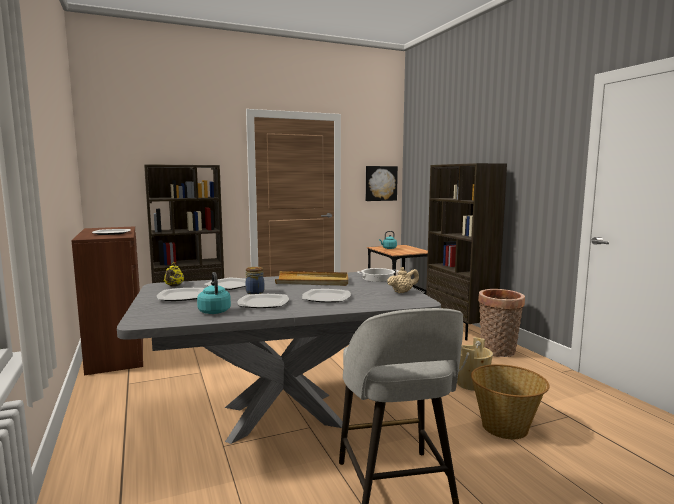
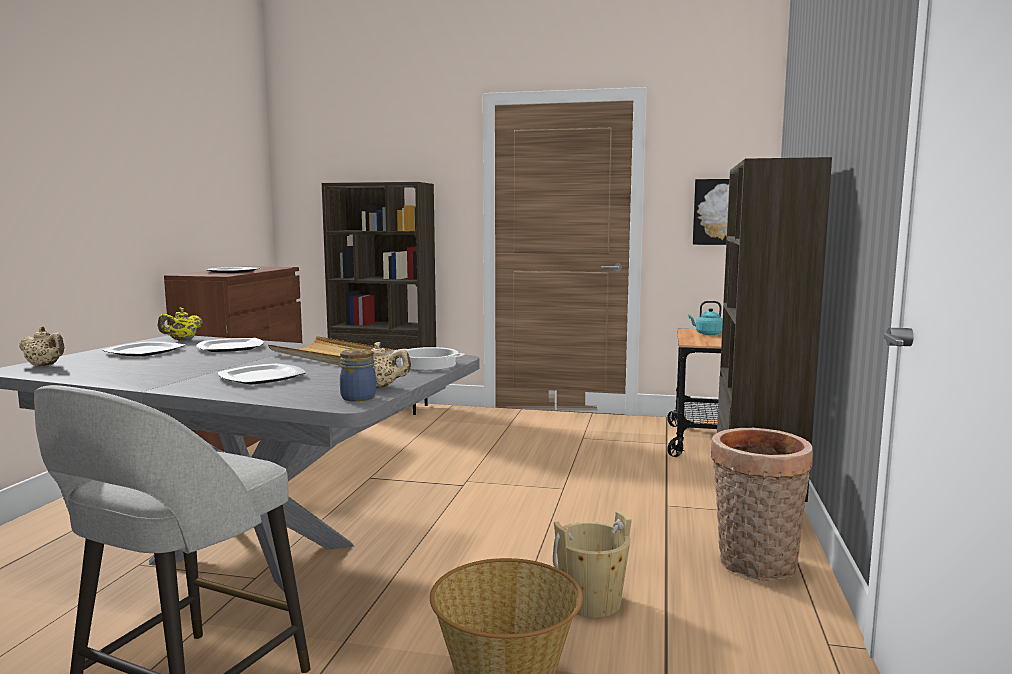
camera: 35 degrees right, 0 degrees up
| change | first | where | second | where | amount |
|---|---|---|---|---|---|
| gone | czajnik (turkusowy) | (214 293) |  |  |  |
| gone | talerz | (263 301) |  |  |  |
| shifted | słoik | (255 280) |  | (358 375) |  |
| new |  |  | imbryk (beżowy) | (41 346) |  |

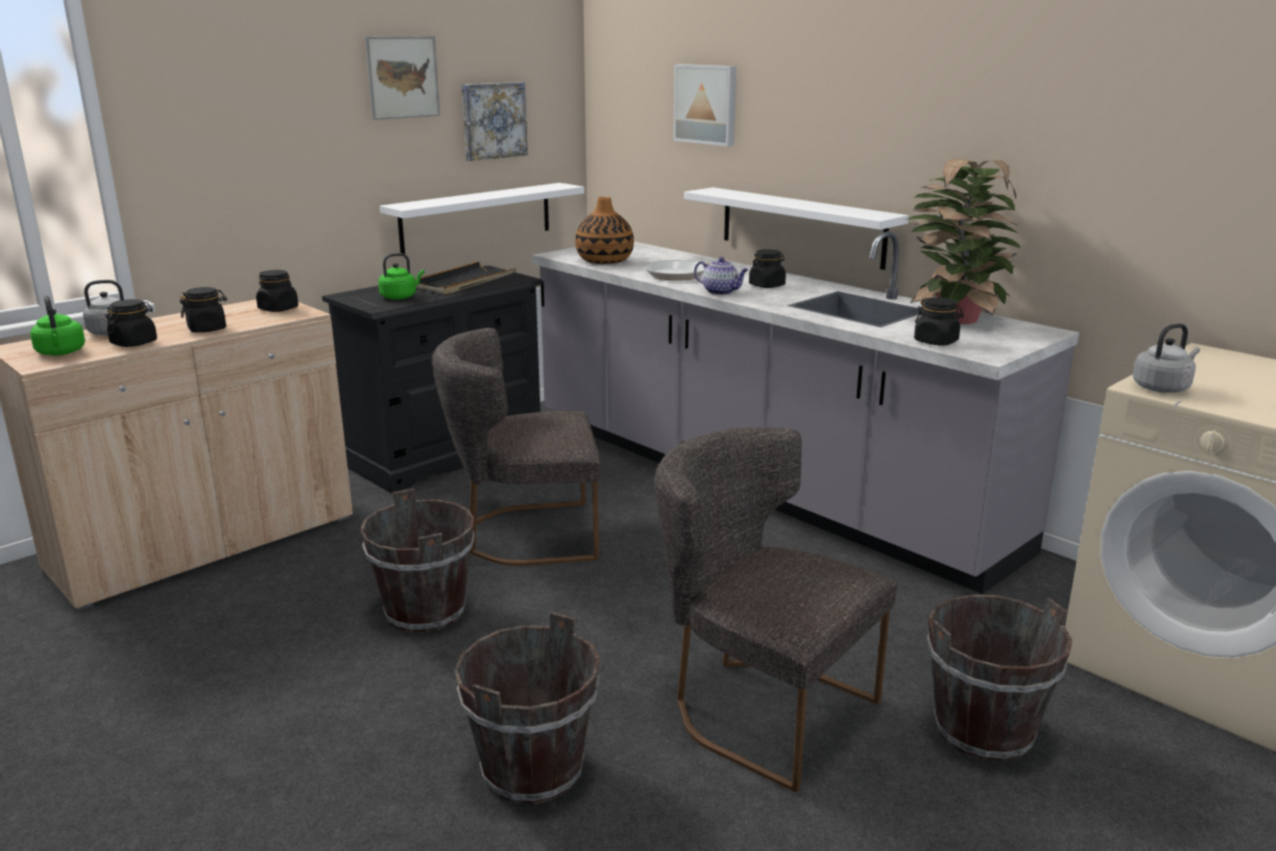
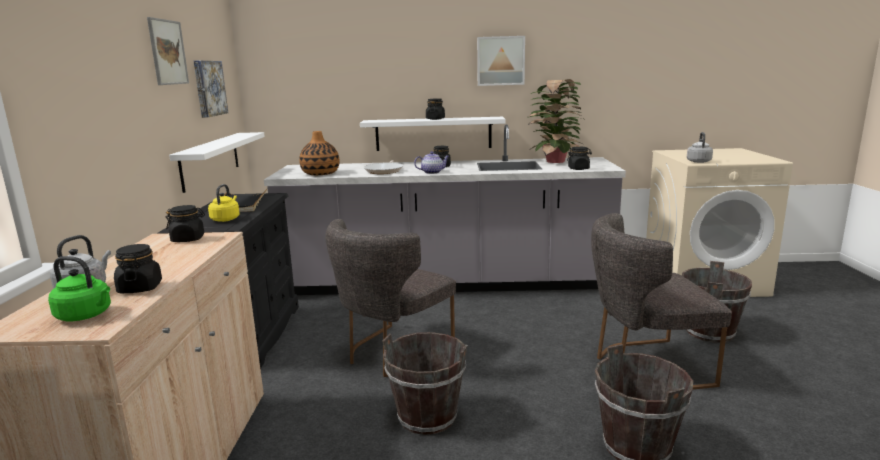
camera: 45 degrees left, 5 degrees down
| change | first | where | second | where | amount |
|---|---|---|---|---|---|
| shifted | słoik (czarny) | (203 309) |  | (435 109) |  |
| repainted | czajnik (zielony) | (401 276) | czajnik (żółty) | (224 203) |  |
| shifted | obraz | (705 105) |  | (501 61) |  |

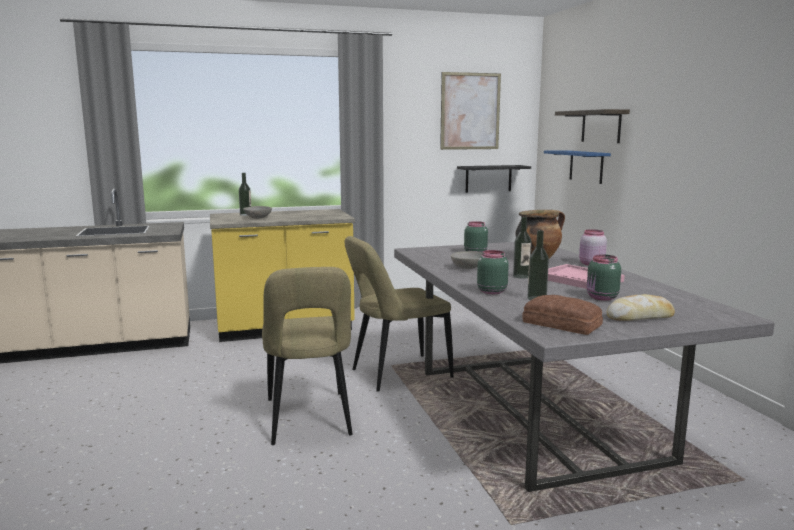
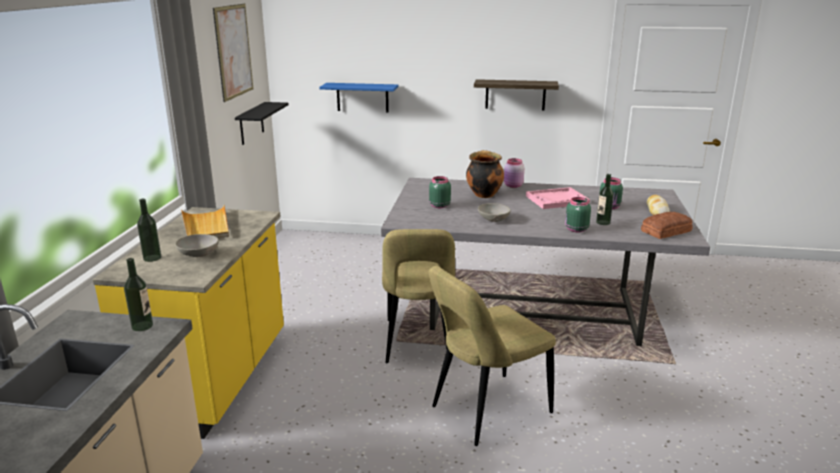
camera: 65 degrees left, 10 degrees up
| change | first | where | second | where | amount |
|---|---|---|---|---|---|
| rotated | krzesło (beżowy) | (307 356) |  | (492 355) | 135 degrees clockwise |
| shifted | butelka | (522 248) |  | (138 294) |  |
| shifted | półka | (592 126) |  | (516 94) |  |
| new |  |  | taca (beżowy) | (205 221) |  |

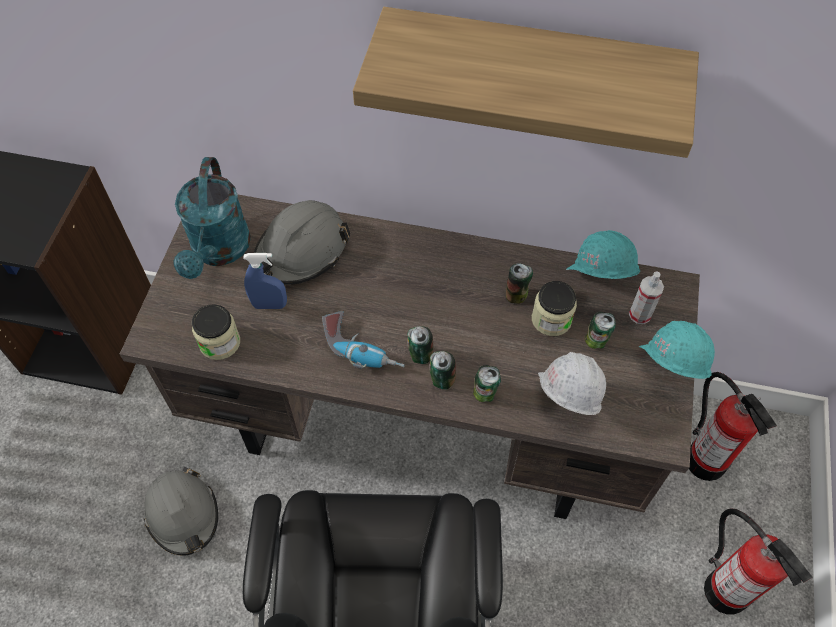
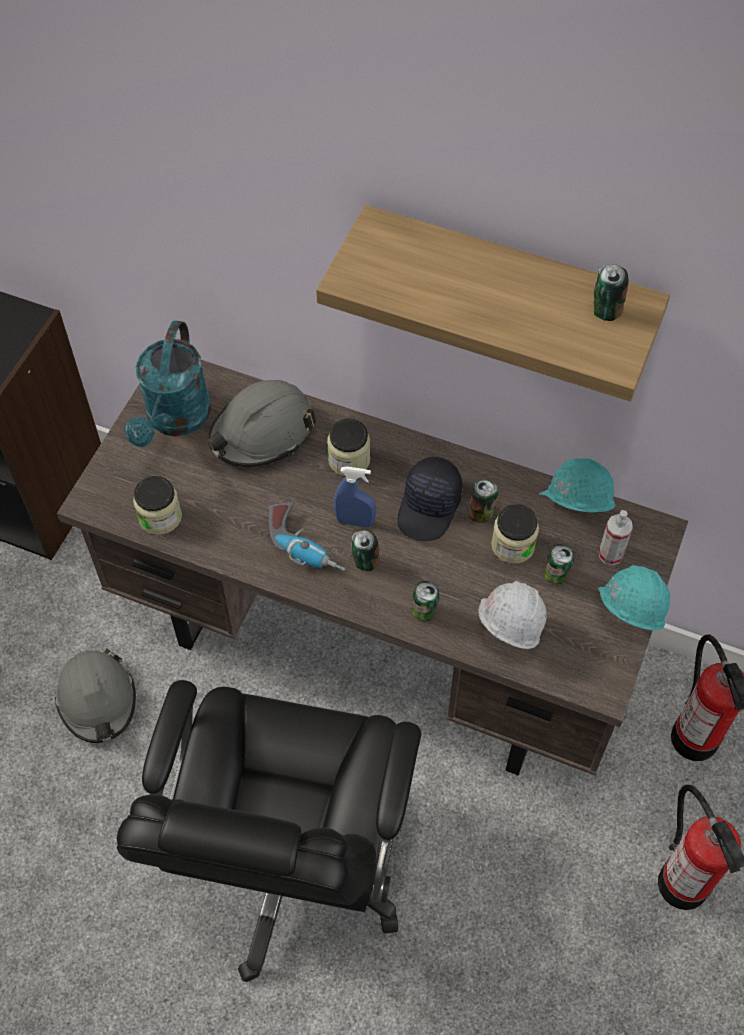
camera: 10 degrees right, 0 degrees up
| change | first | where | second | where | amount |
|---|---|---|---|---|---|
| shifted | spryskiwacz (niebieski) | (265 281) |  | (355 497) |  |
| shifted | puszka | (442 370) |  | (611 292) |  |
| new |  |  | słoik | (348 447) |  |
| new |  |  | czapka z daszkiem (czarny) | (430 499) |  |

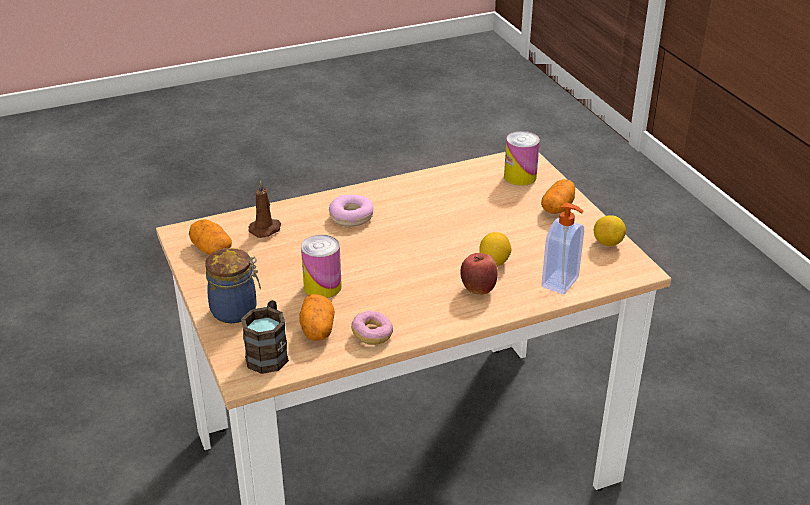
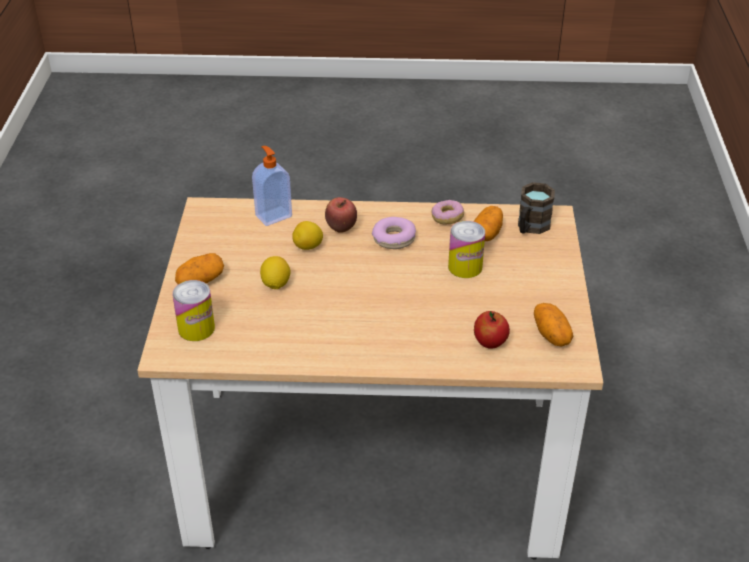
camera: 155 degrees left, 5 degrees up
| change | first | where | second | where | amount |
|---|---|---|---|---|---|
| gone | słoik | (233 285) |  |  |  |
| swapped | świeca (brązowy) | (264 209) | jabłko | (492 330) |  |
| shifted | donut | (351 211) |  | (394 233) |  |
| shifted | cytryna | (610 230) |  | (275 272) |  |

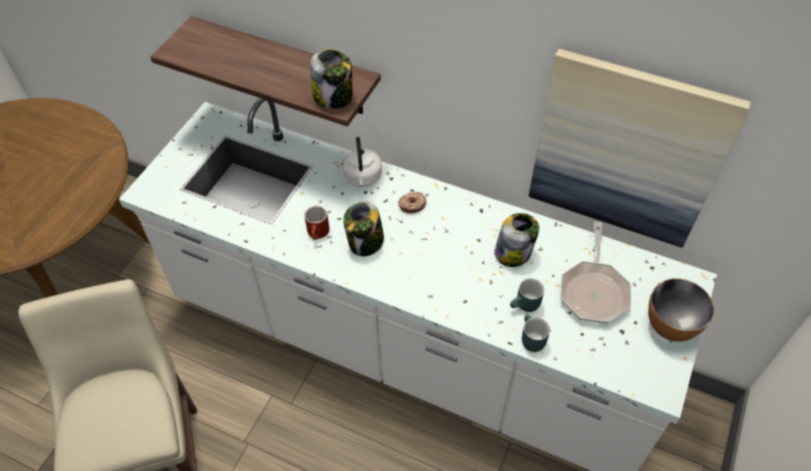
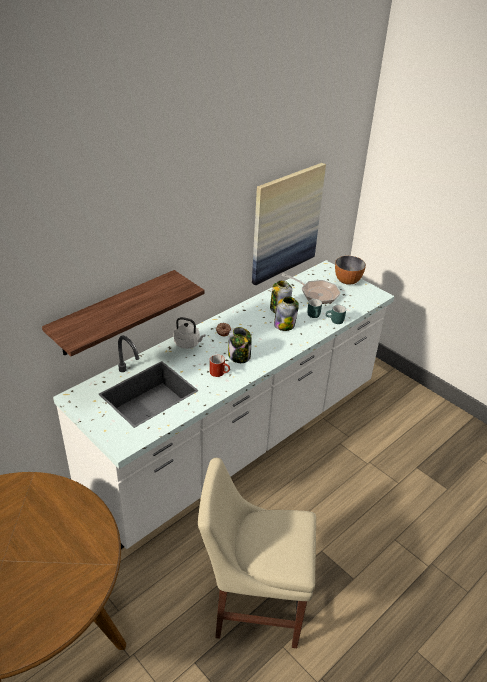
camera: 70 degrees left, 15 degrees down
| change | first | where | second | where | amount |
|---|---|---|---|---|---|
| shifted | słoik | (331 79) |  | (286 314) |  |

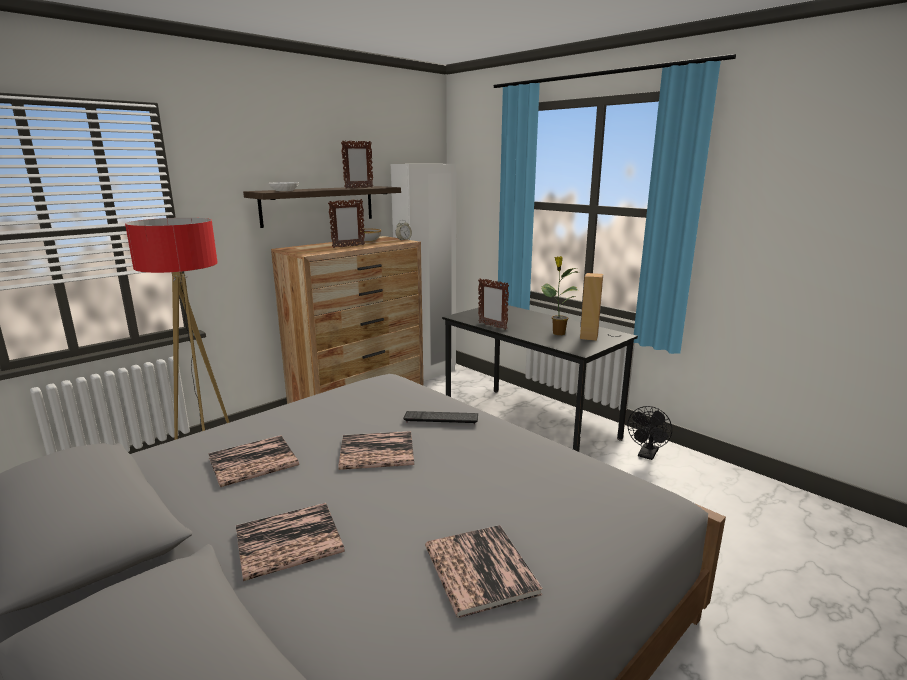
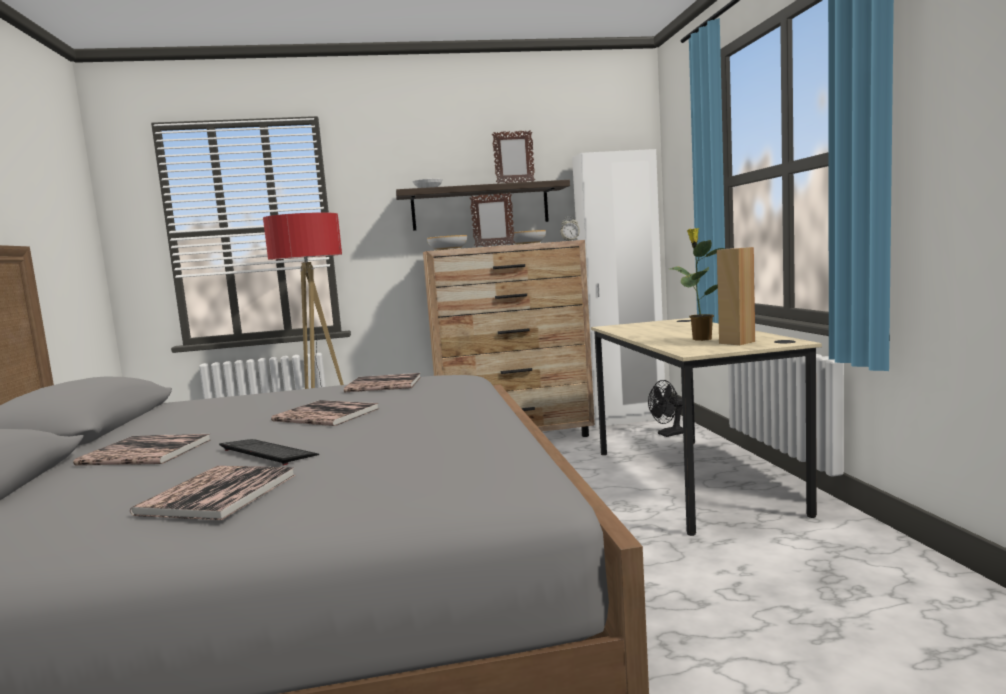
camera: 35 degrees right, 10 degrees down
| change | first | where | second | where | amount |
|---|---|---|---|---|---|
| shifted | książka | (253 461) |  | (382 382) |  |
| shifted | klawiatura | (440 418) |  | (269 452) |  |
| repainted | biurko (czarny) | (540 378) | biurko (beżowy) | (706 427) |  |
| gone | ramka na zdjęcie | (493 304) |  |  |  |
| shifted | wentylator (czarny) | (650 433) |  | (665 408) |  |
| new |  |  | miska | (447 242) |  |

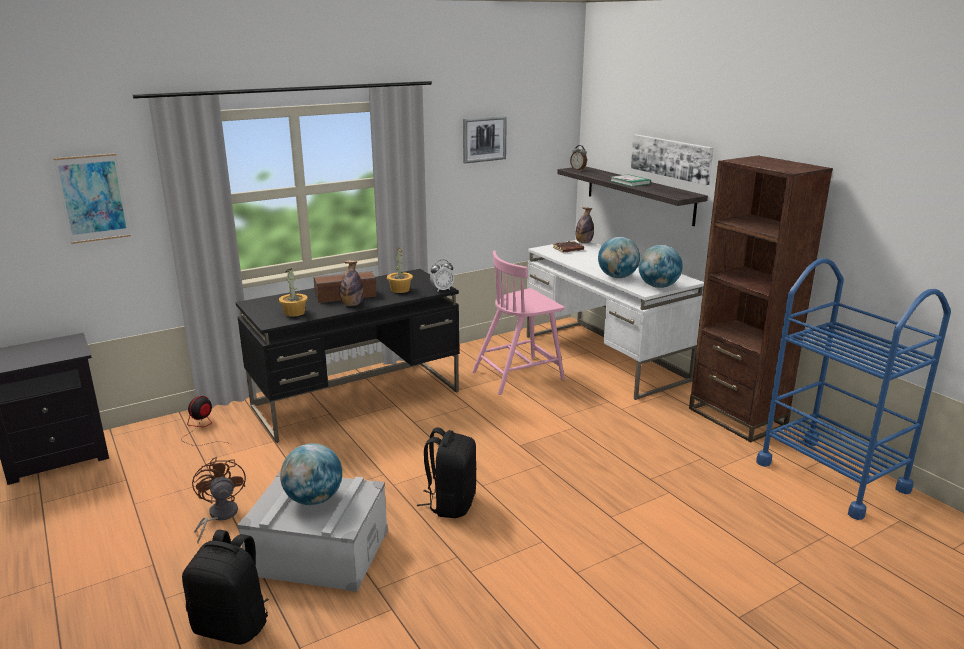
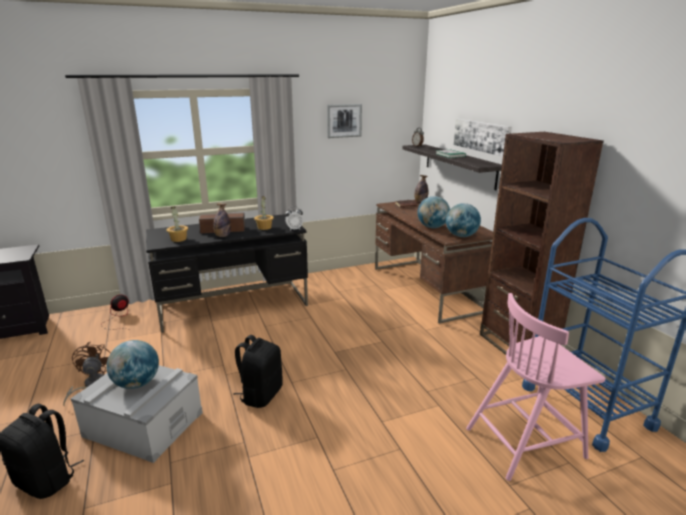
camera: 10 degrees right, 0 degrees up
| change | first | where | second | where | amount |
|---|---|---|---|---|---|
| gone | obraz | (92 198) |  |  |  |
| shifted | krzesło (różowy) | (518 322) |  | (535 387) |  |
| repainted | biurko (biały) | (615 320) | biurko (brązowy) | (434 262) |  |

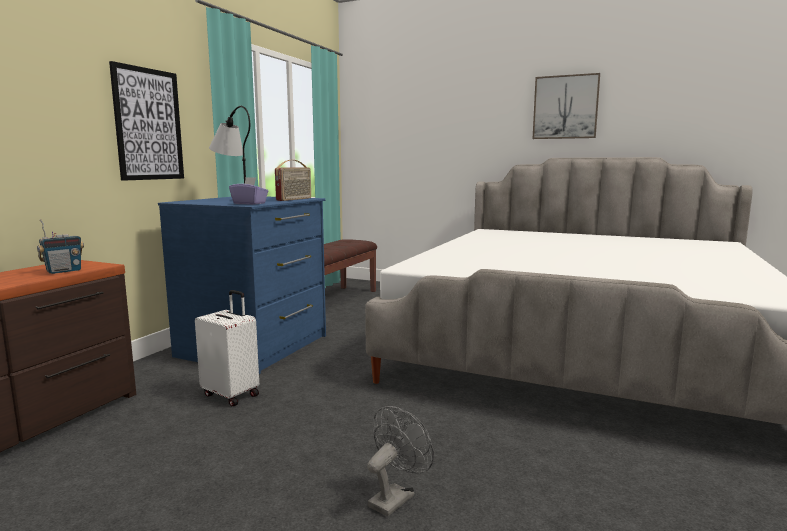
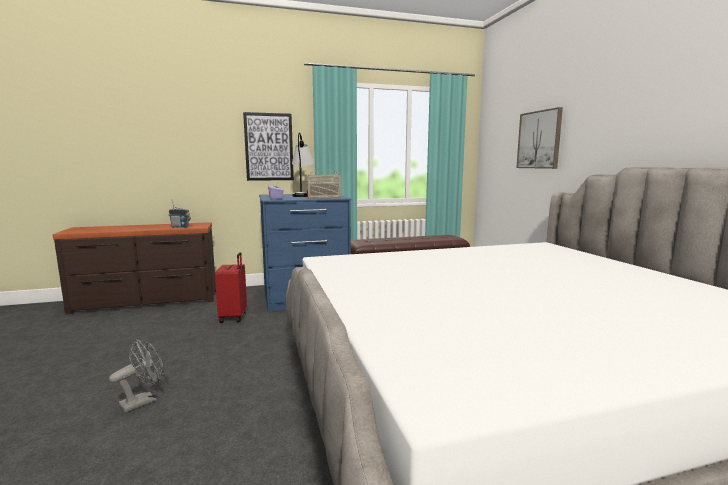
camera: 50 degrees right, 0 degrees up
| change | first | where | second | where | amount |
|---|---|---|---|---|---|
| repainted | walizka (biały) | (227 348) | walizka (czerwony) | (231 287) |  |
| rotated | wentylator (szary) | (400 461) |  | (136 376) | 45 degrees counterclockwise |
| shifted | obraz | (566 106) |  | (539 138) |  |

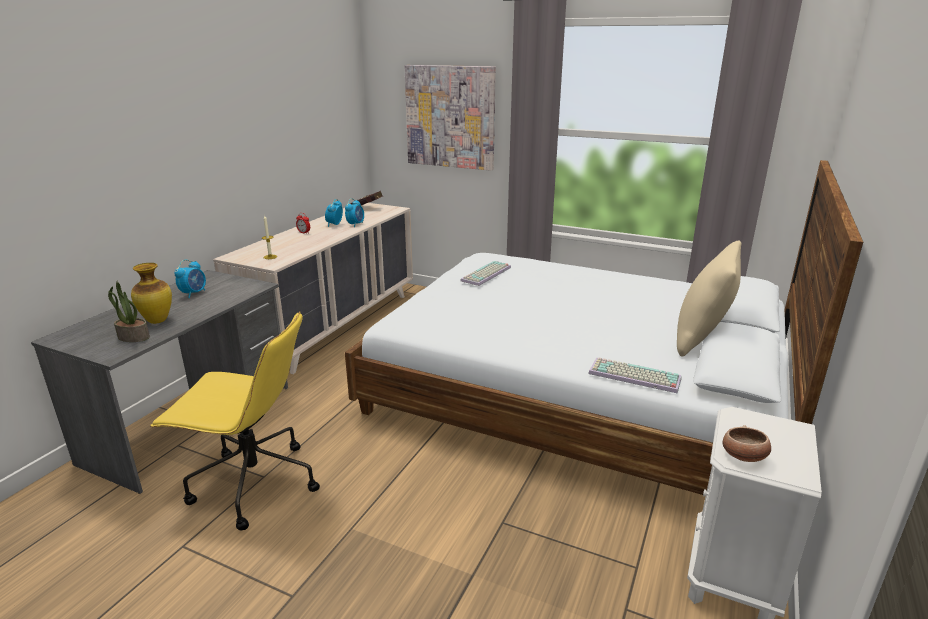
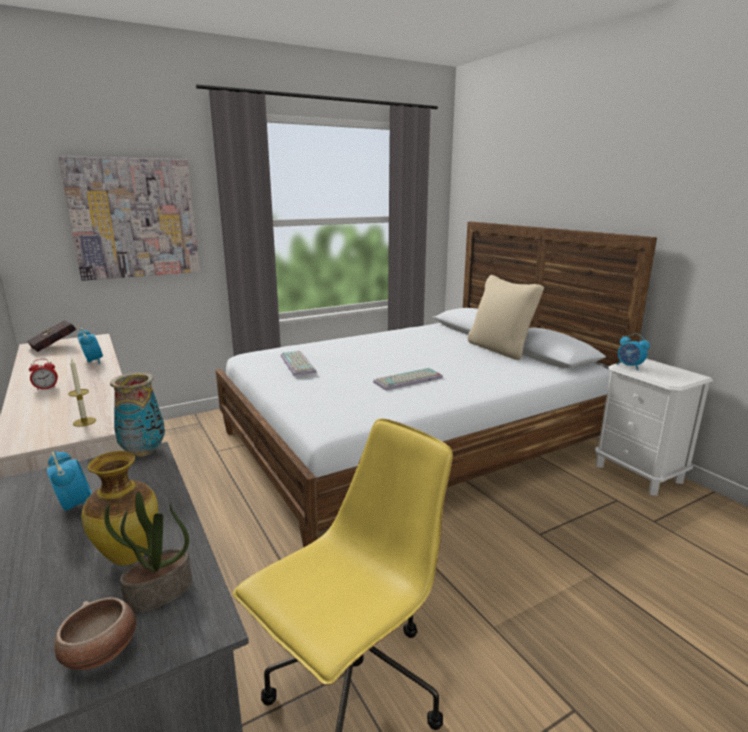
camera: 55 degrees left, 5 degrees down
| change | first | where | second | where | amount |
|---|---|---|---|---|---|
| shifted | budzik | (334 213) |  | (633 352) |  |
| shifted | klawiatura | (635 375) |  | (408 379) |  |
| shifted | miska | (747 443) |  | (95 633) |  |
| new |  |  | wazon | (137 415) |  |

